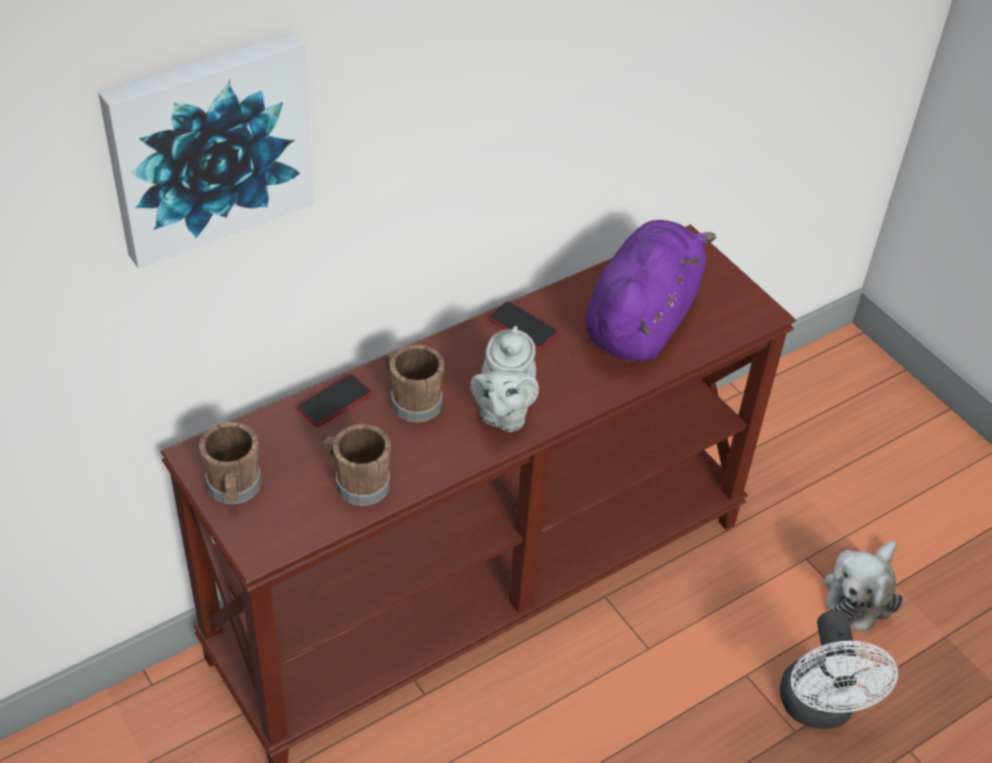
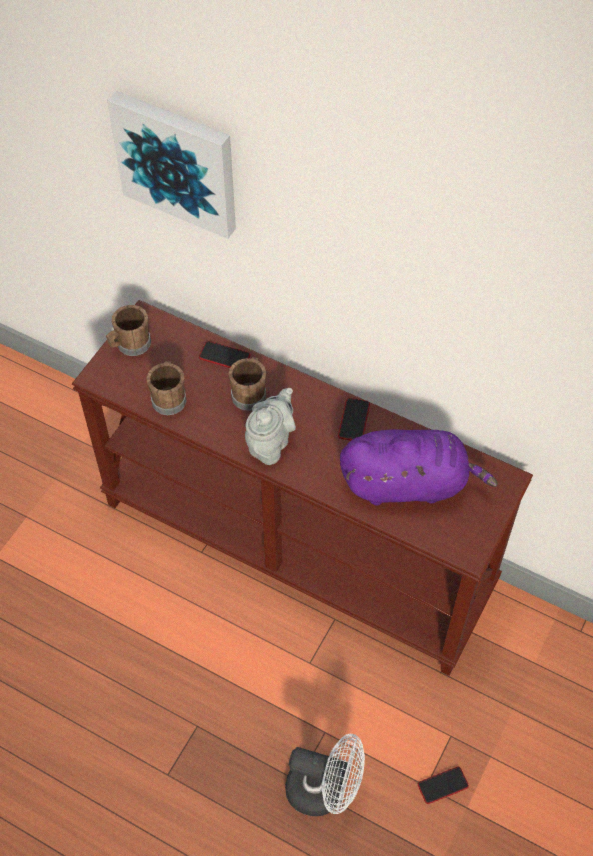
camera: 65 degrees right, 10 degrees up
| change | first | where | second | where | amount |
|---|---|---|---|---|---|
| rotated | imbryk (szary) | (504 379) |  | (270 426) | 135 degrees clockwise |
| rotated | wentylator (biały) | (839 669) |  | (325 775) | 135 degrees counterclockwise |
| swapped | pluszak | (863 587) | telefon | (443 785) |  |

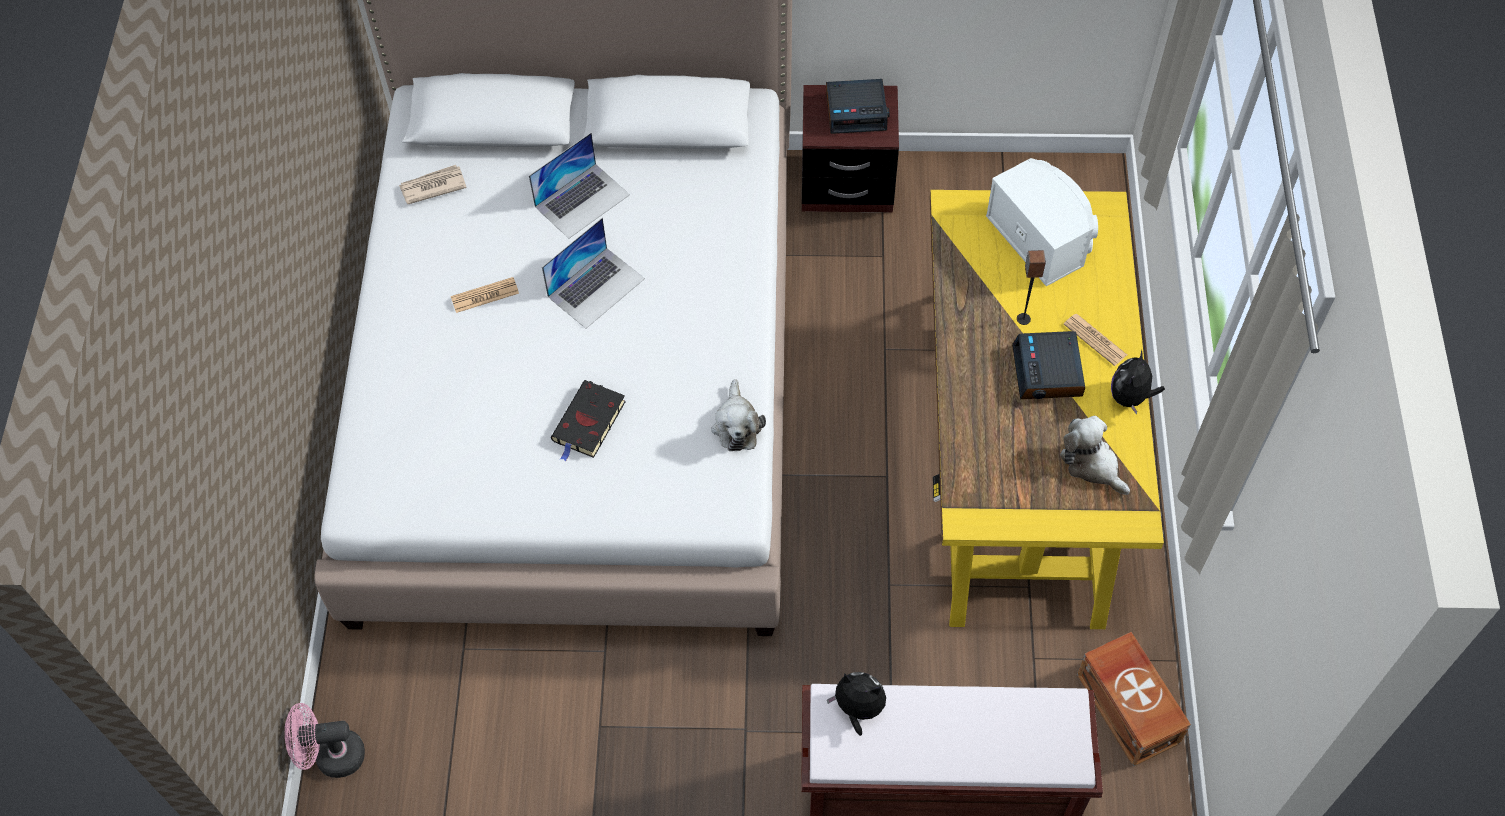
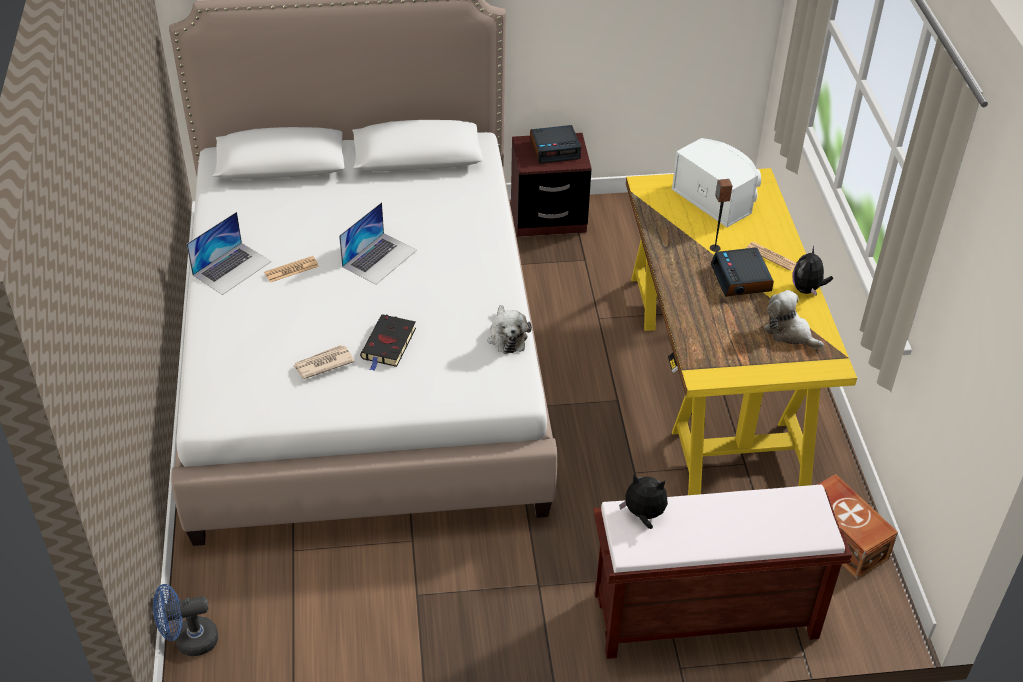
camera: 10 degrees left, 15 degrees down
| change | first | where | second | where | amount |
|---|---|---|---|---|---|
| repainted | wentylator (różowy) | (325 740) | wentylator (niebieski) | (185 620) |  |
| shifted | gazeta | (433 184) |  | (324 362) |  |
| shifted | laptop | (579 186) |  | (228 253) |  |

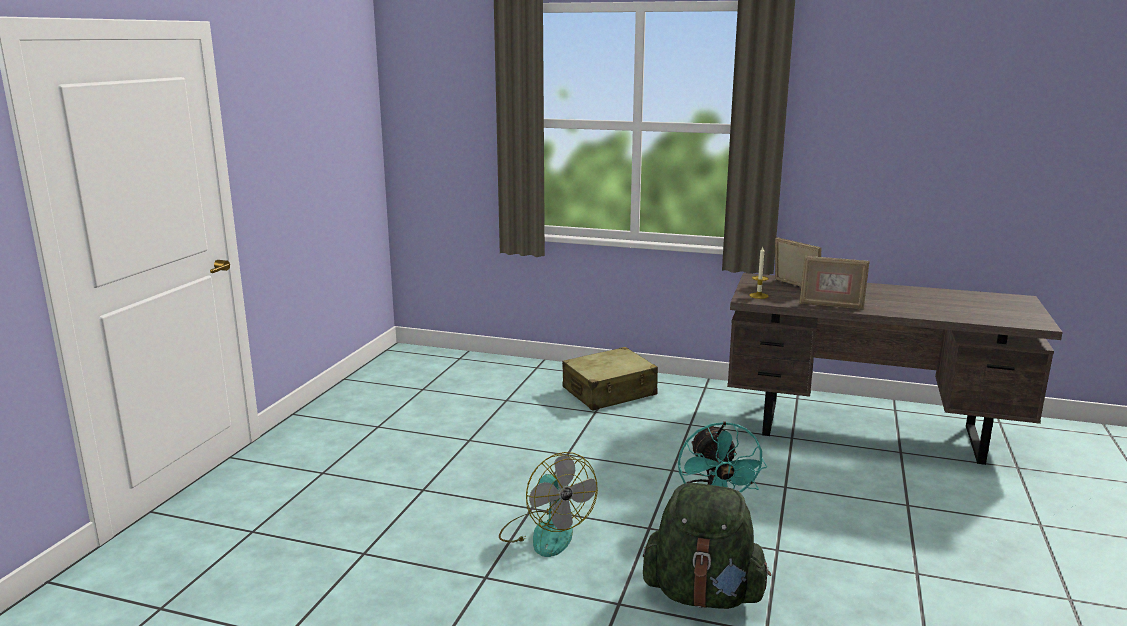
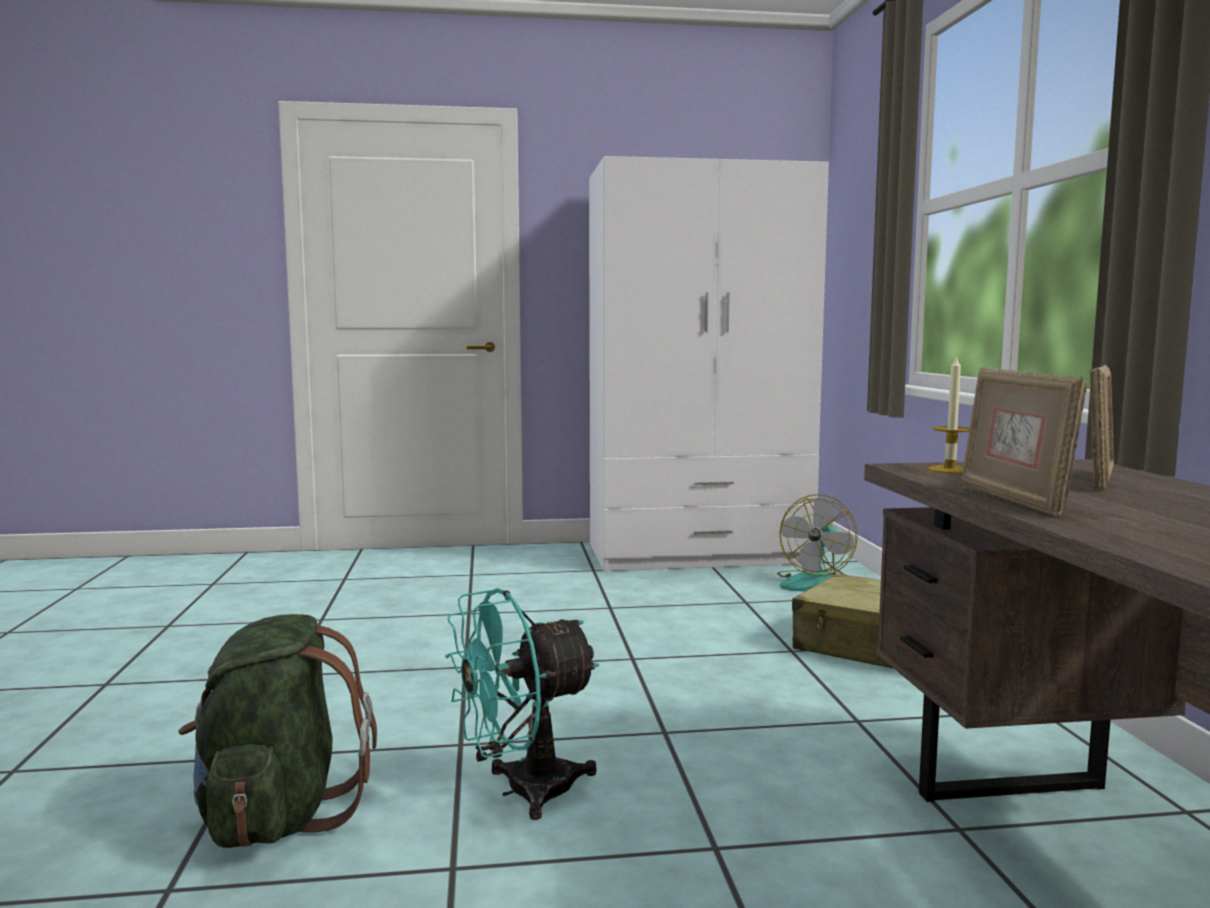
camera: 65 degrees right, 10 degrees down
| change | first | where | second | where | amount |
|---|---|---|---|---|---|
| shifted | wentylator | (548 504) |  | (817 543) |  |
| new |  |  | szafa (biały) | (709 364) |  |

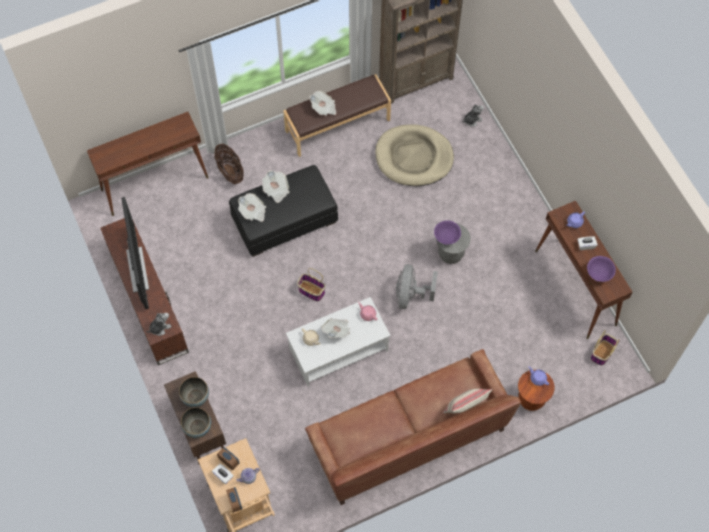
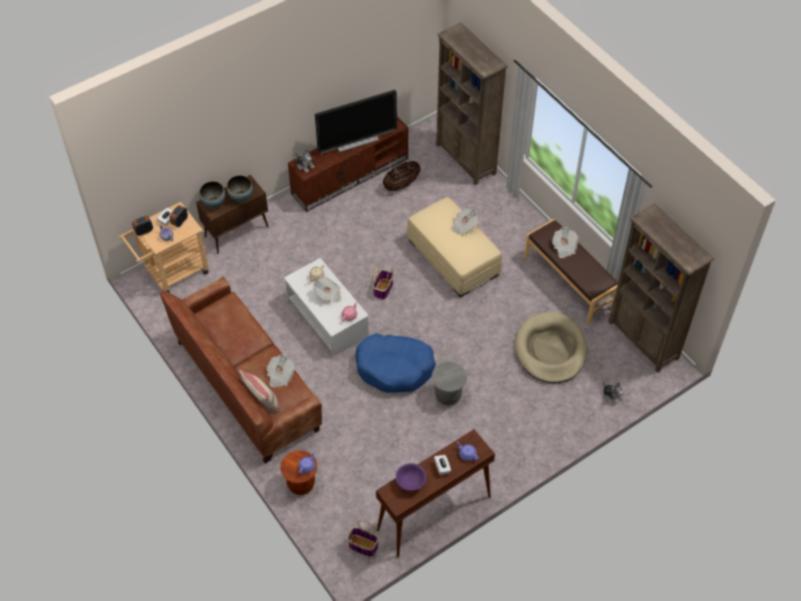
camera: 80 degrees right, 10 degrees down
| change | first | where | second | where | amount |
|---|---|---|---|---|---|
| swapped | stolik konsolowy (brązowy) | (148 164) | regał (brązowy) | (472 103) |  |
| shifted | koszyk | (229 164) |  | (402 176) |  |
| repainted | pufa (czarny) | (283 211) | pufa (beżowy) | (454 247) |  |
| shifted | gazeta | (252 207) |  | (280 370) |  |
| swapped | wentylator (szary) | (417 286) | legowisko (niebieski) | (395 363) |  |
| gone | miska (fioletowy) | (447 232) |  |  |  |

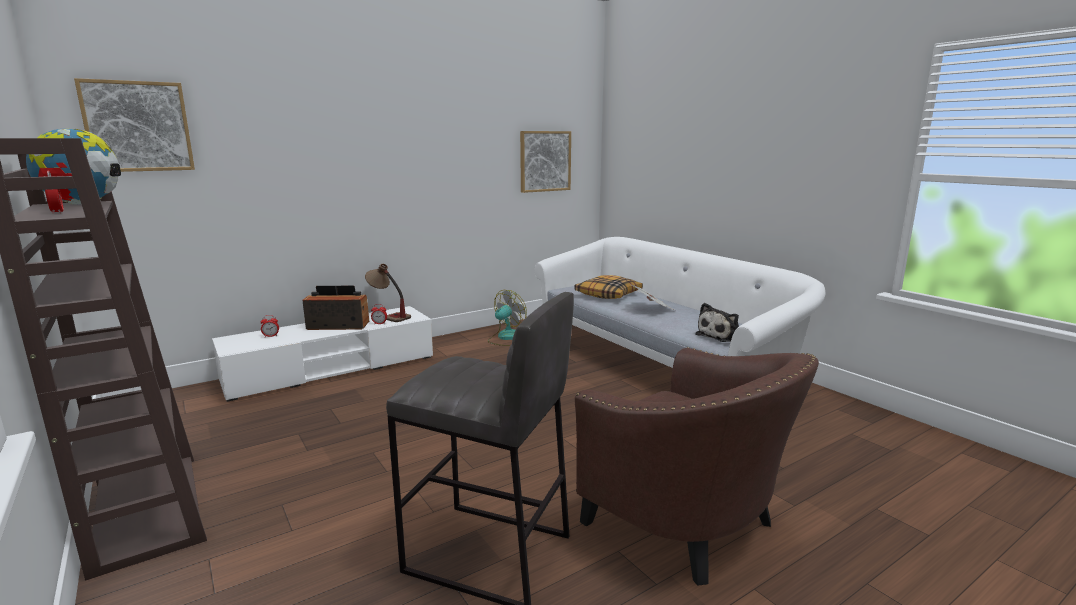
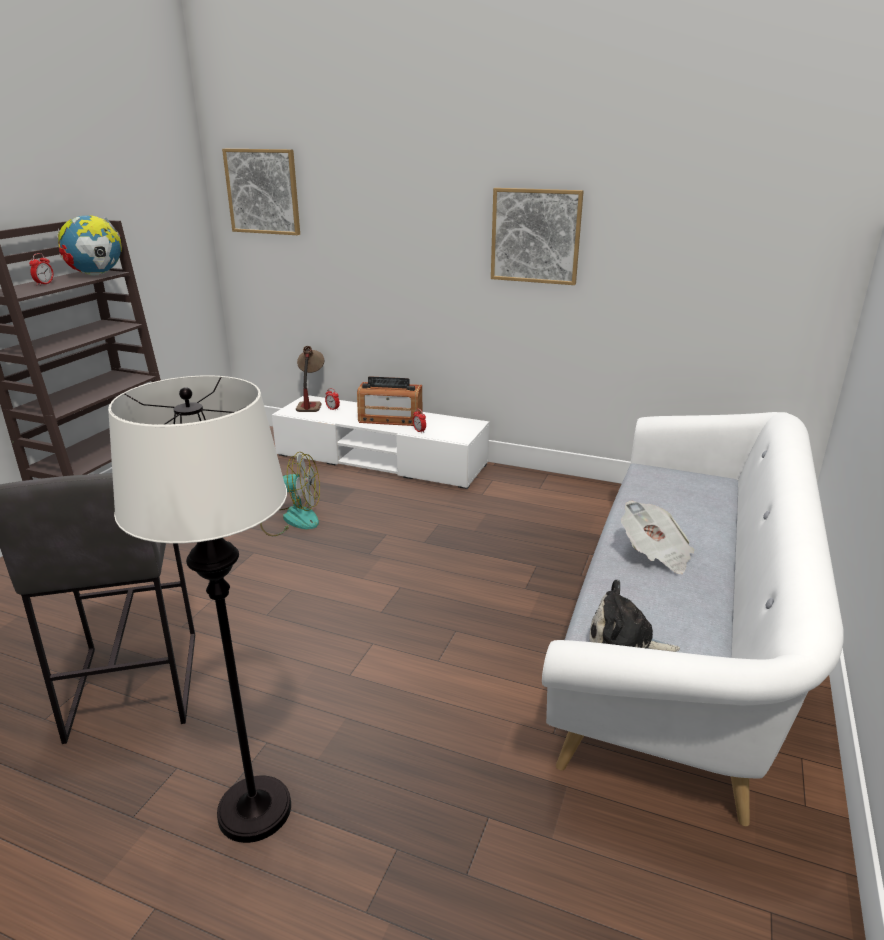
camera: 55 degrees right, 10 degrees up
| change | first | where | second | where | amount |
|---|---|---|---|---|---|
| rotated | radio | (335 308) |  | (390 401) | 135 degrees clockwise |
| shifted | lampa stołowa | (388 293) |  | (310 379) |  |
| shifted | wentylator | (507 318) |  | (290 494) |  |
| shifted | obraz | (545 162) |  | (537 236) |  |
| gone | poduszka | (608 287) |  |  |  |
| swapped | fotel (brązowy) | (697 466) | lampa stojąca (biały) | (199 609) |  |

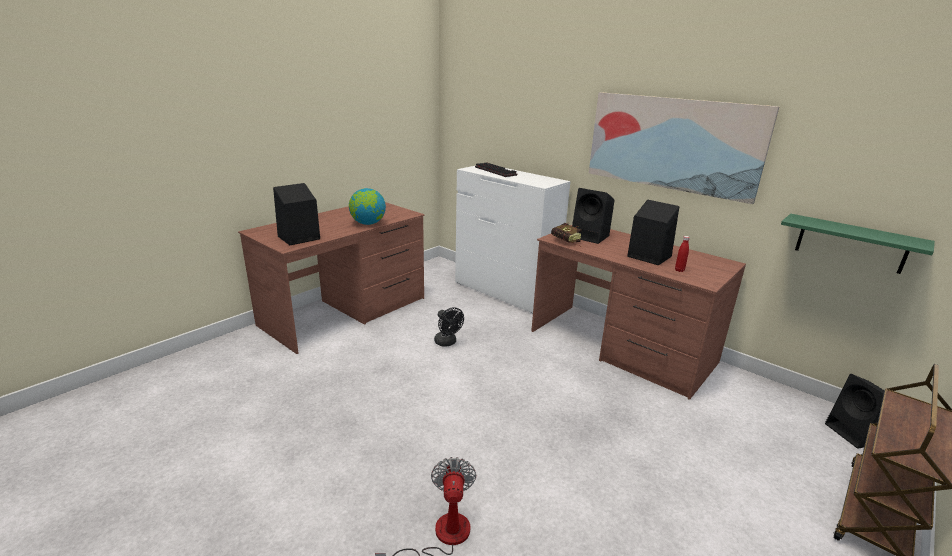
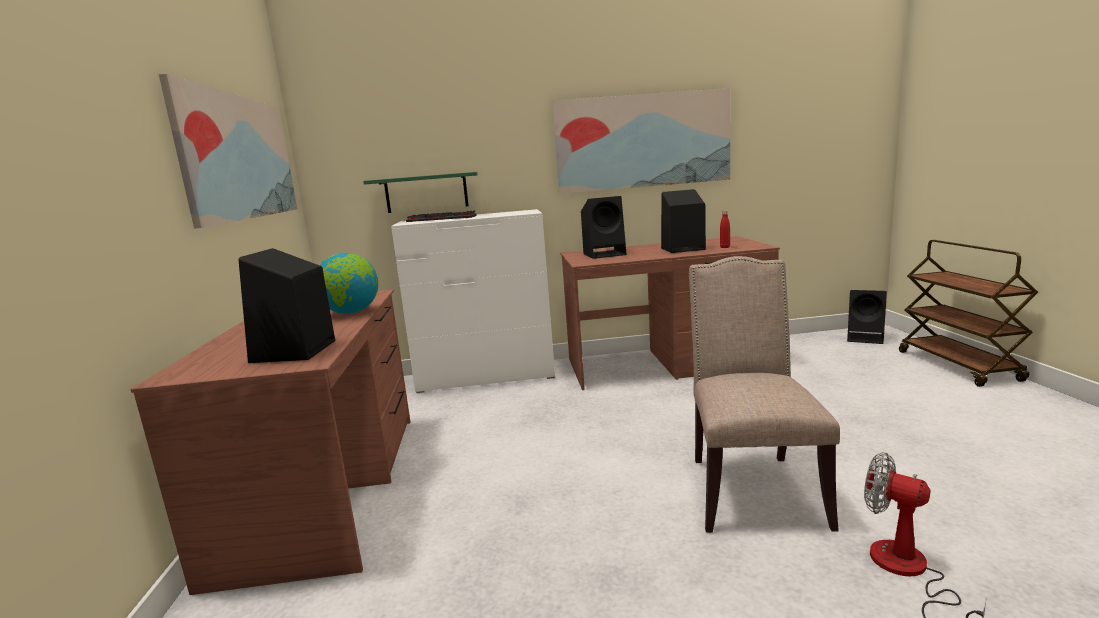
camera: 45 degrees left, 10 degrees down
| change | first | where | second | where | amount |
|---|---|---|---|---|---|
| gone | wentylator (czarny) | (449 326) |  |  |  |
| gone | książka | (566 235) |  |  |  |
| shifted | półka (zielony) | (858 244) |  | (420 192) |  |
| new |  |  | obraz | (228 151) |  |
| new |  |  | krzesło (beżowy) | (764 394) |  |

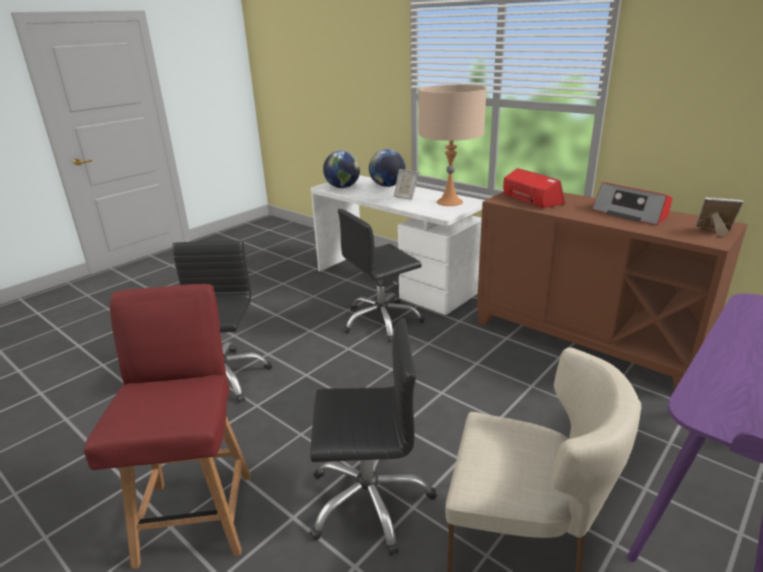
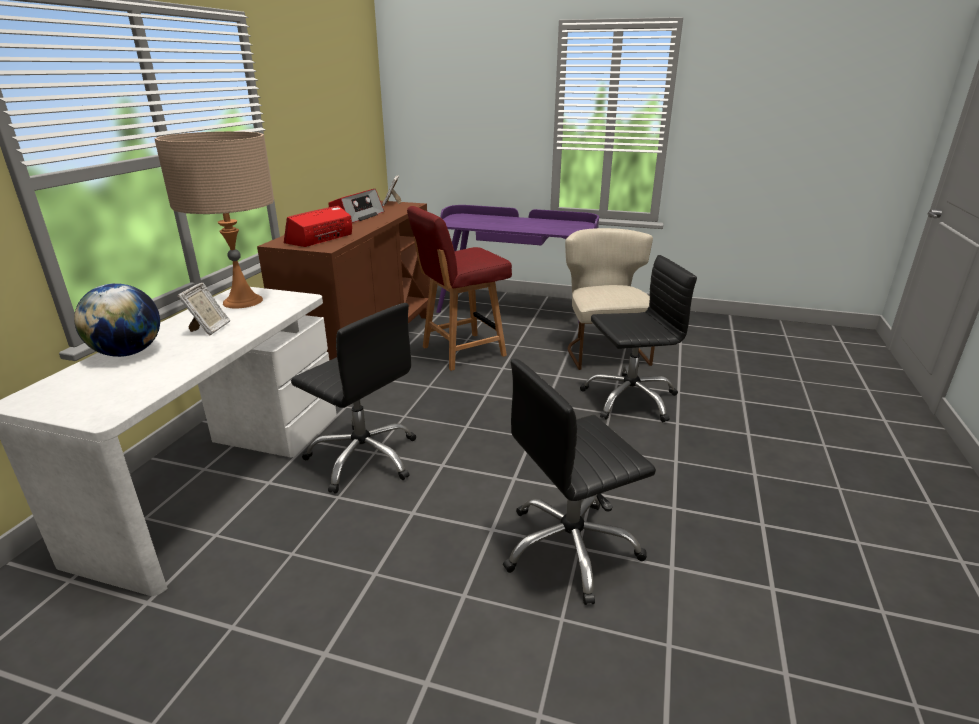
camera: 115 degrees left, 0 degrees up
| change | first | where | second | where | amount |
|---|---|---|---|---|---|
| shifted | krzesło (czerwony) | (167 426) |  | (459 288) |  |
| rotated | krzesło biurowe (czarny) | (373 437) |  | (638 338) | 105 degrees clockwise |
| gone | globus | (341 169) |  |  |  |

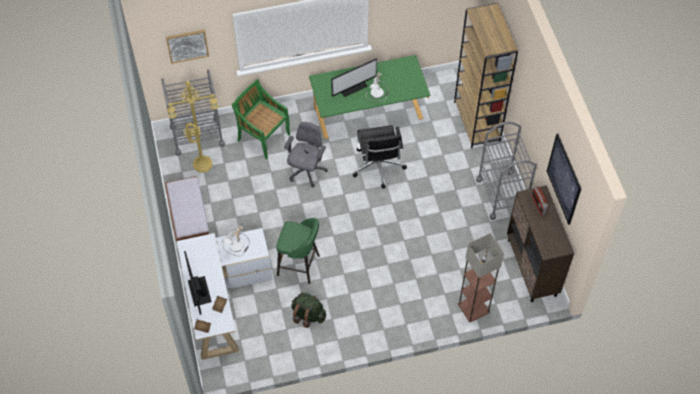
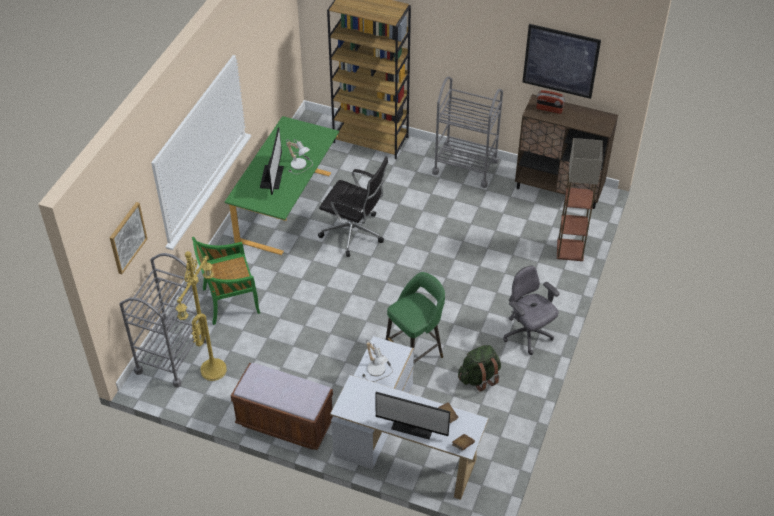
camera: 55 degrees left, 10 degrees down
| change | first | where | second | where | amount |
|---|---|---|---|---|---|
| shifted | krzesło biurowe (szary) | (305 154) |  | (531 310) |  |

